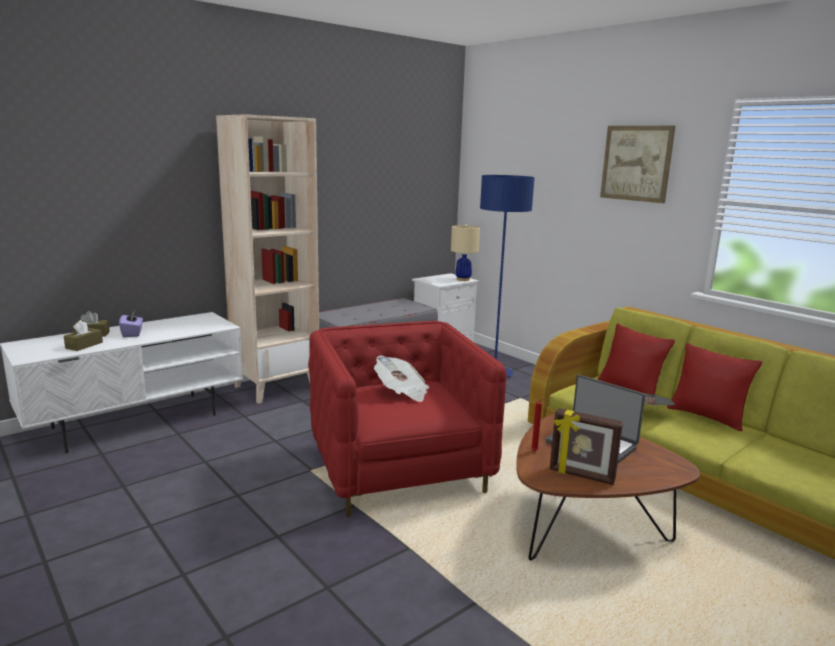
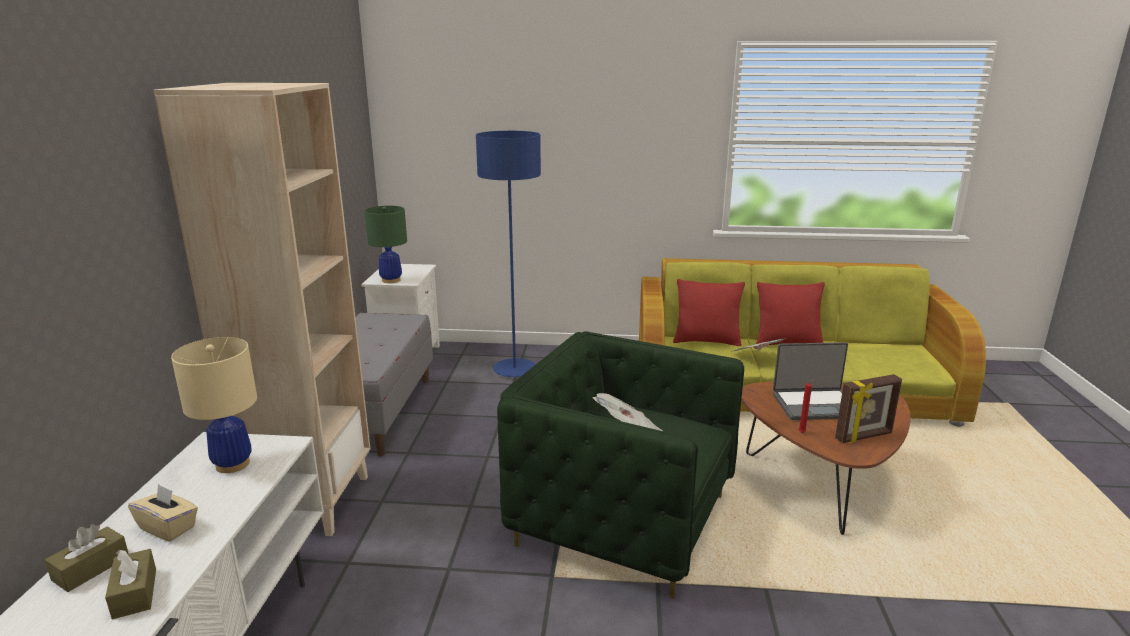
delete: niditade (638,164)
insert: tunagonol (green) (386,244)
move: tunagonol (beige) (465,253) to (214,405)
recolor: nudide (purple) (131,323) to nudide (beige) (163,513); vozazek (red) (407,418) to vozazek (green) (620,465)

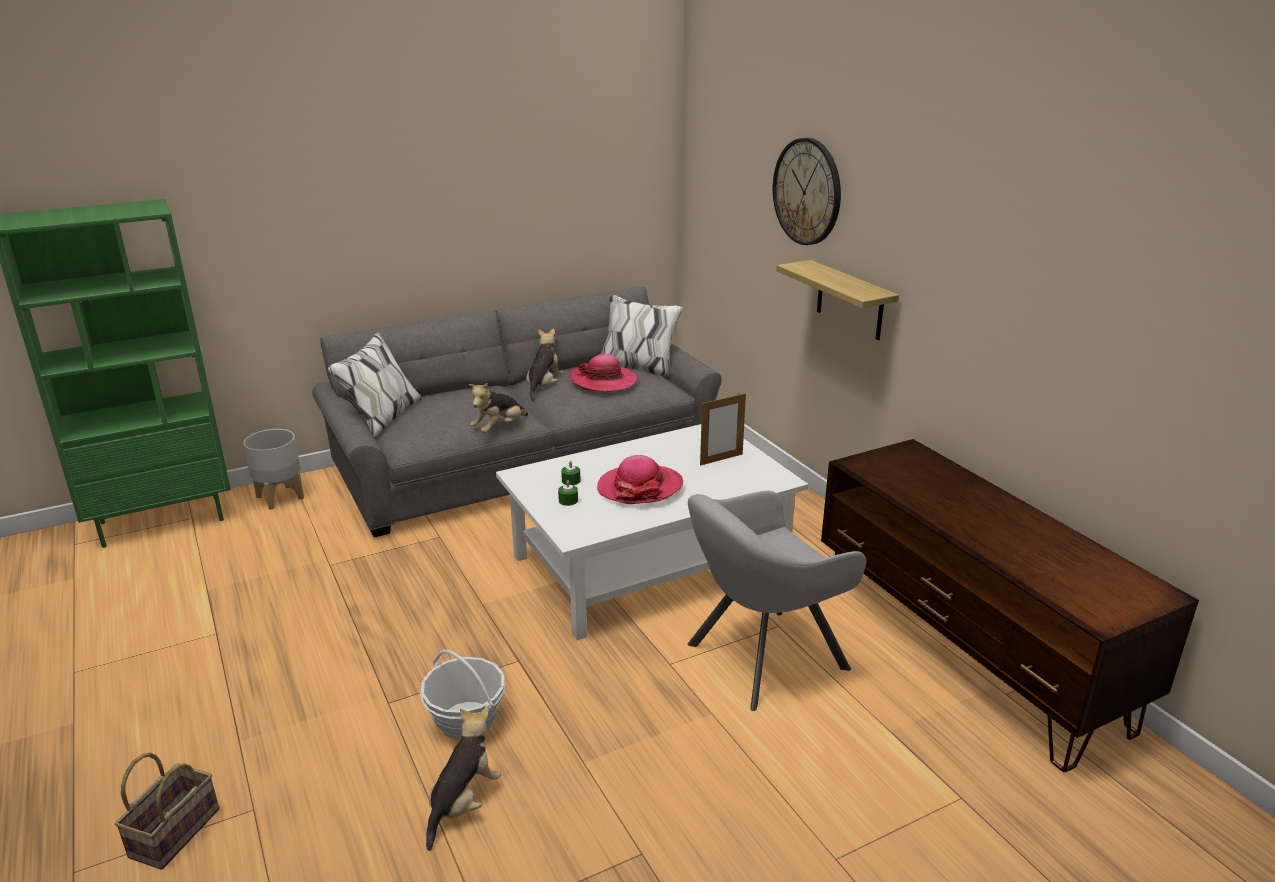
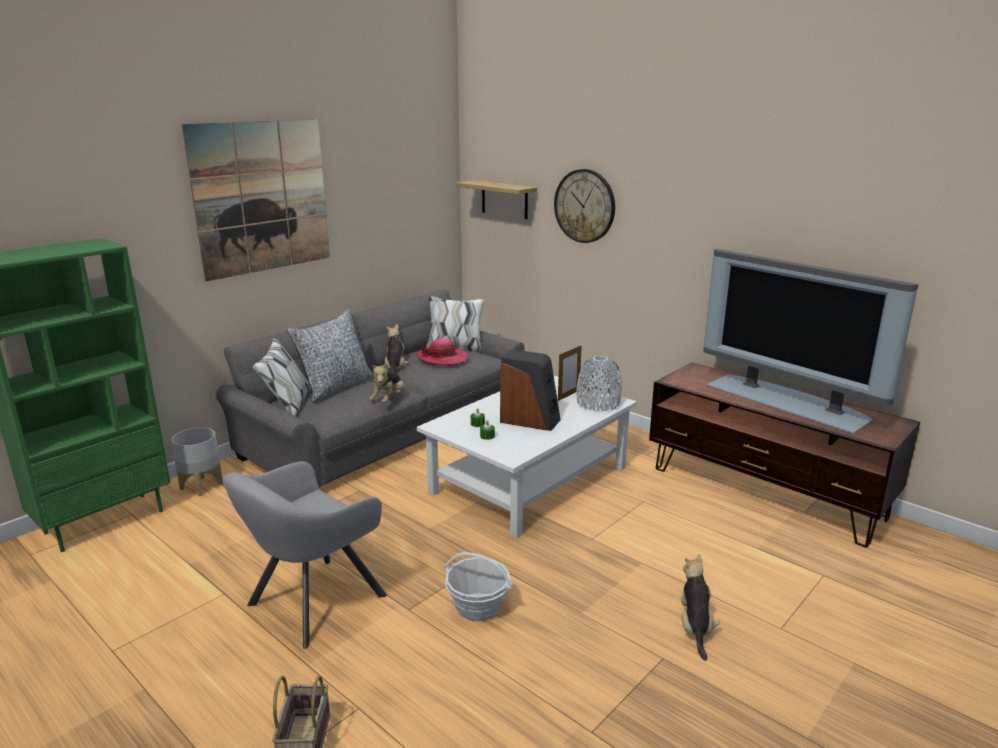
insert: niditade (256,200); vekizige (330,355); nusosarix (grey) (599,383); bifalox (810,341)
move: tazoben (463,779) to (700,607); vozazek (grey) (776,601) to (305,555); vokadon (837,300) to (496,199)
replace: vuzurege (640,479) to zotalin (530,390)

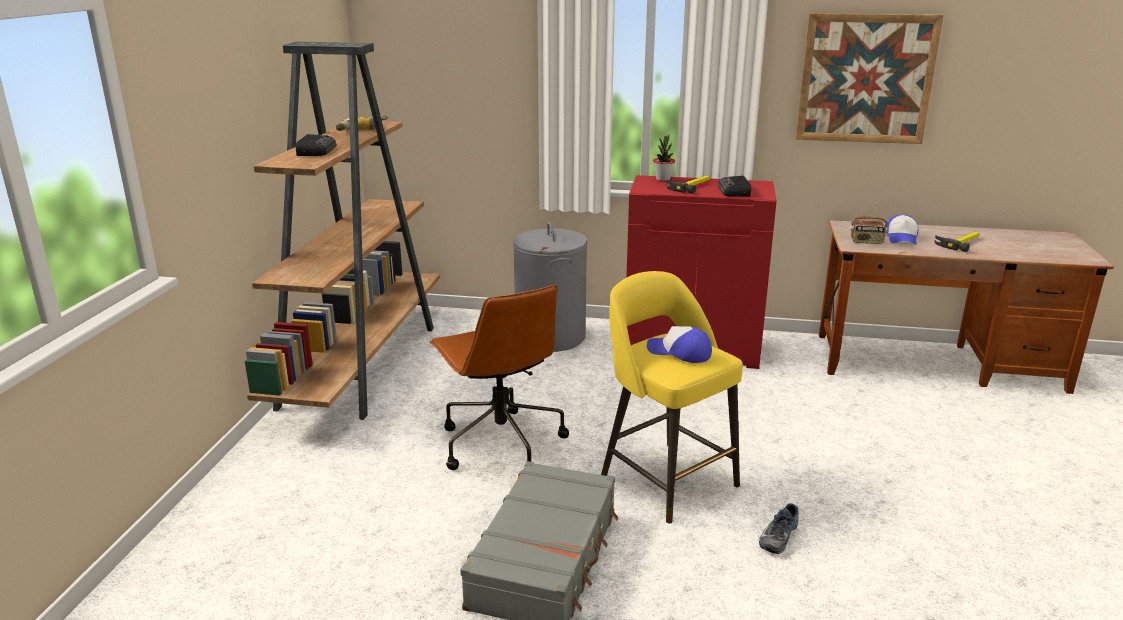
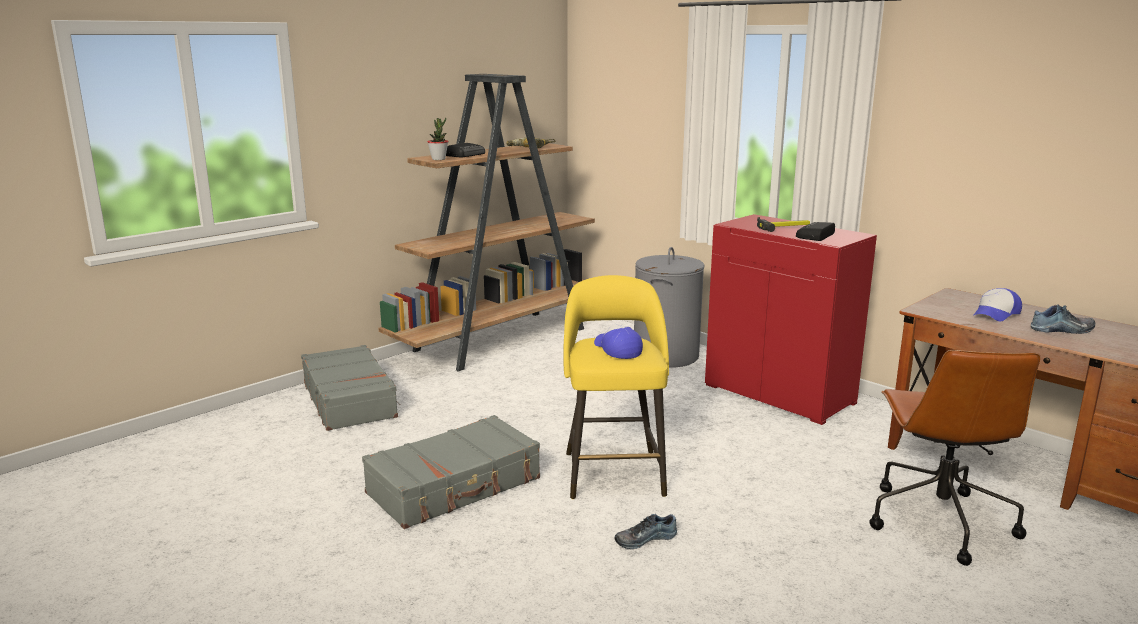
delete: niditade (869,78); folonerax (869,225)
insert: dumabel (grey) (350,388)
move: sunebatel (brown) (499,377) to (954,458); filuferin (664,158) to (437,139)
replace: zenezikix (957,242) to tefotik (1063,319)

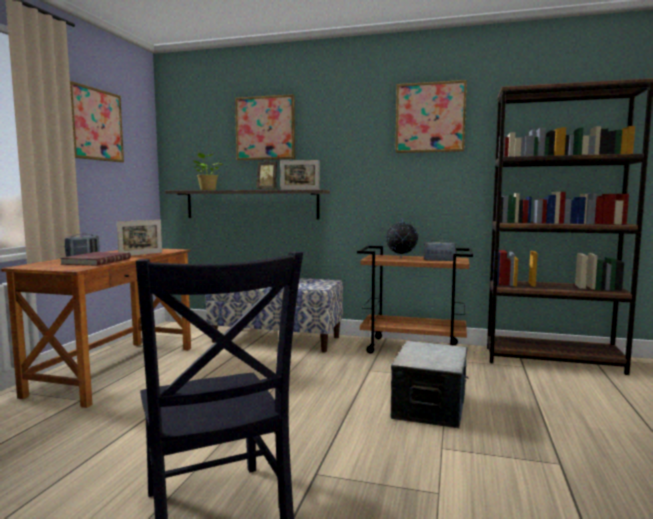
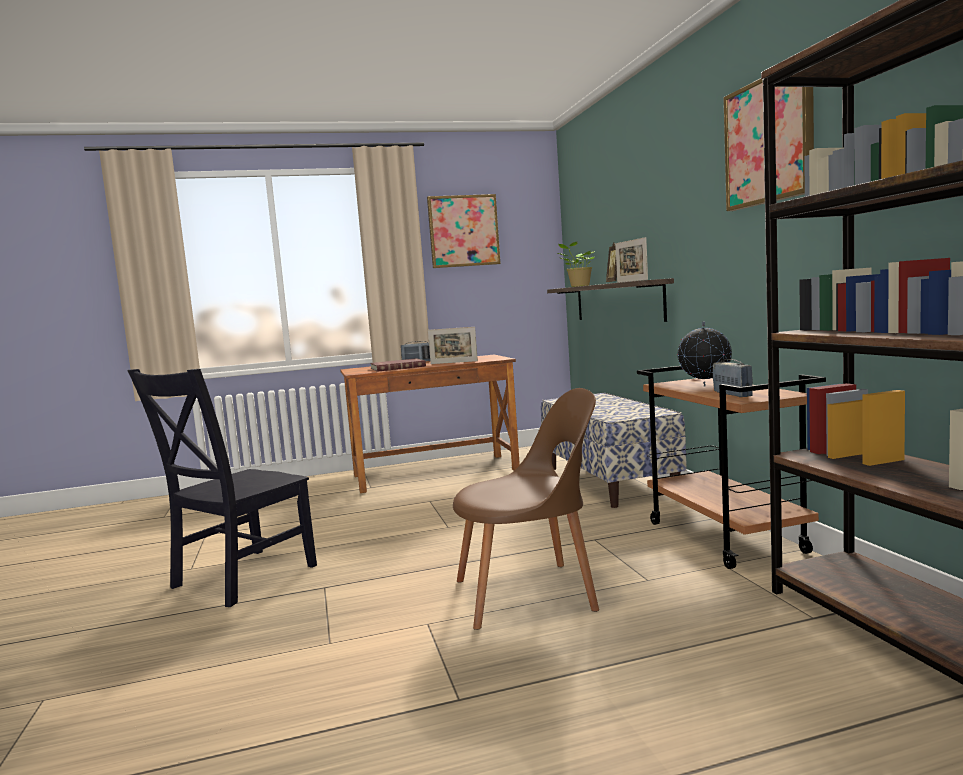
delete: niditade (265,127)
replace: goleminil (430,384) to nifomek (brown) (526,509)

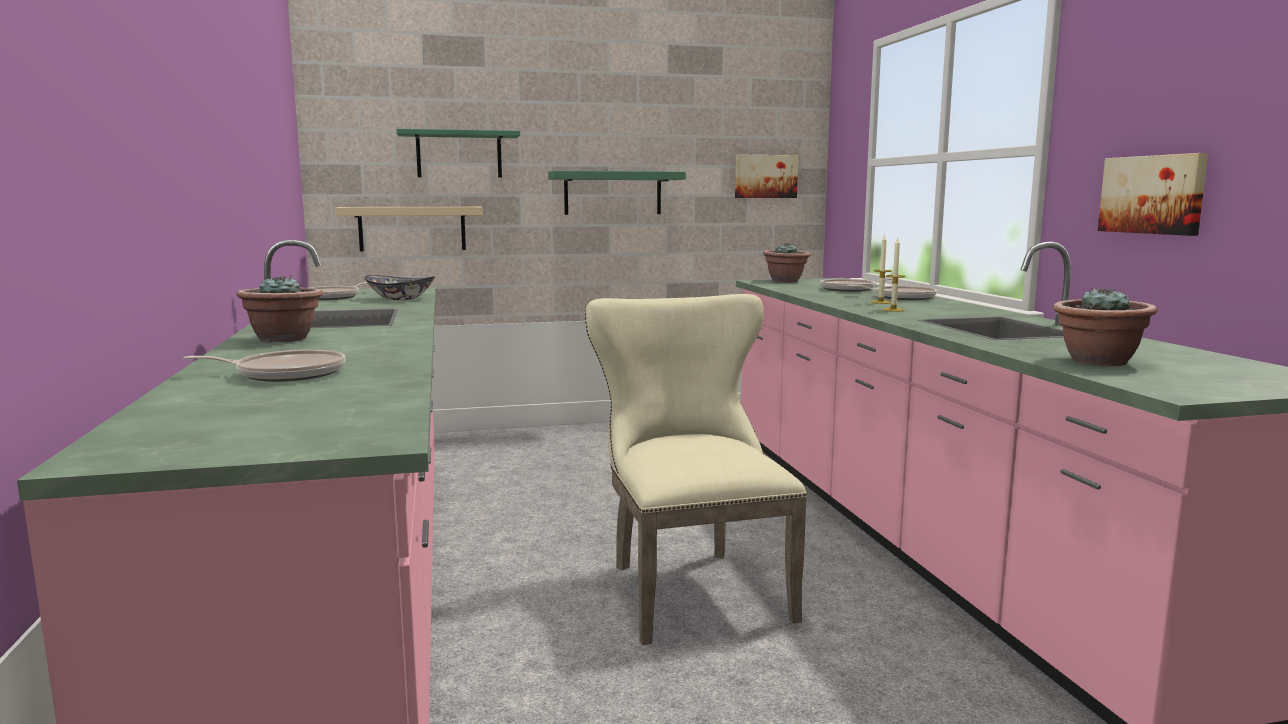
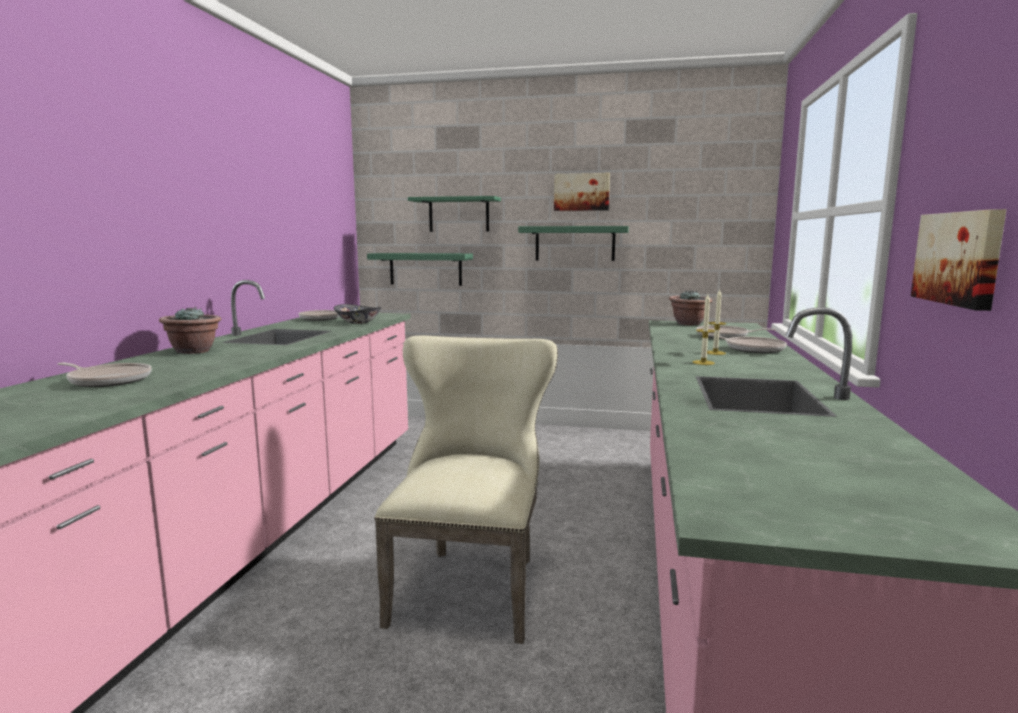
delete: filuferin (1105,326)
move: niditade (766,176) to (582,192)
recolor: vokadon (beige) (409,229) to vokadon (green) (420,269)

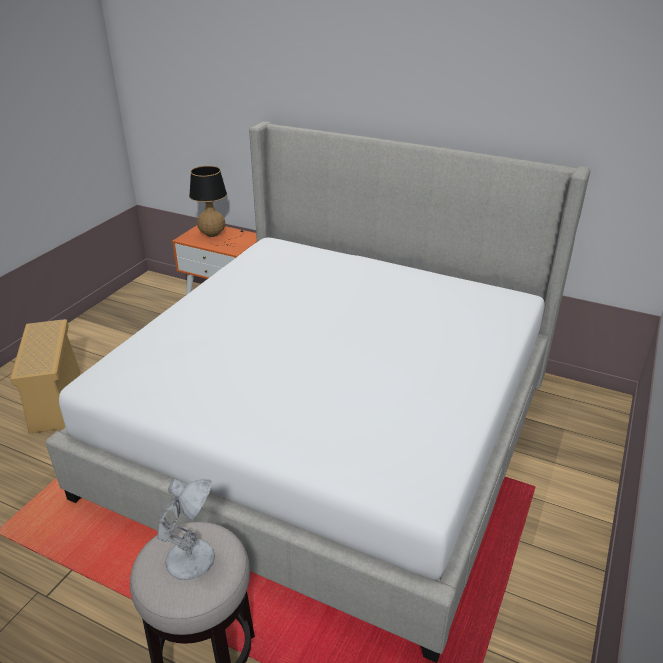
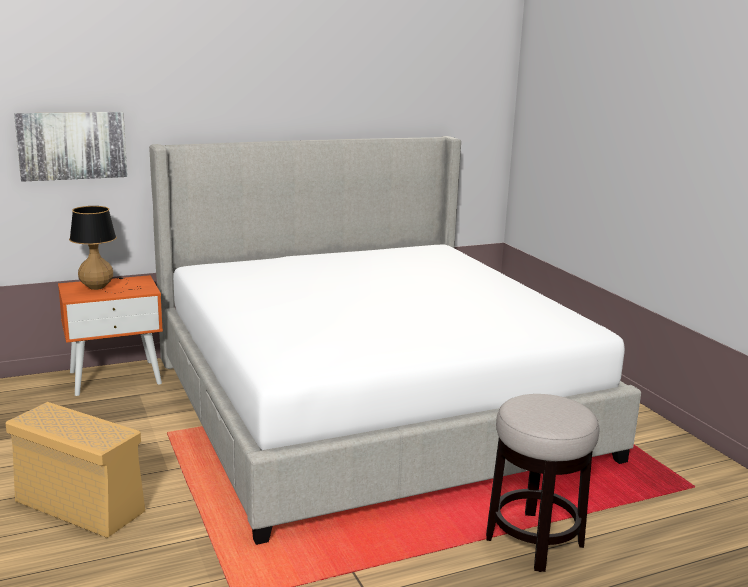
delete: tunagonol (white) (186,529)
insert: niditade (71,147)

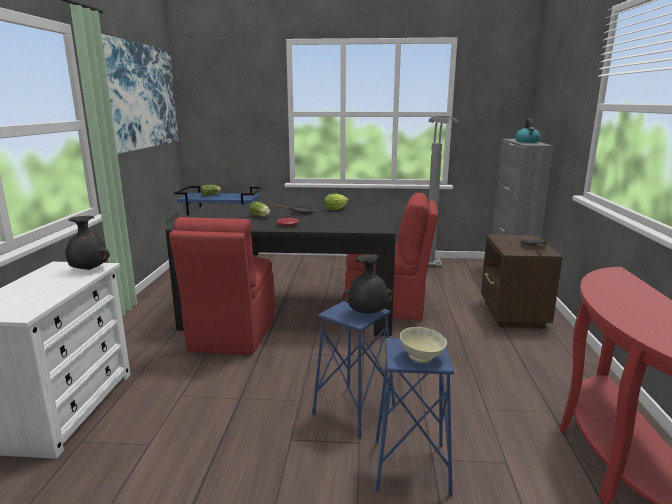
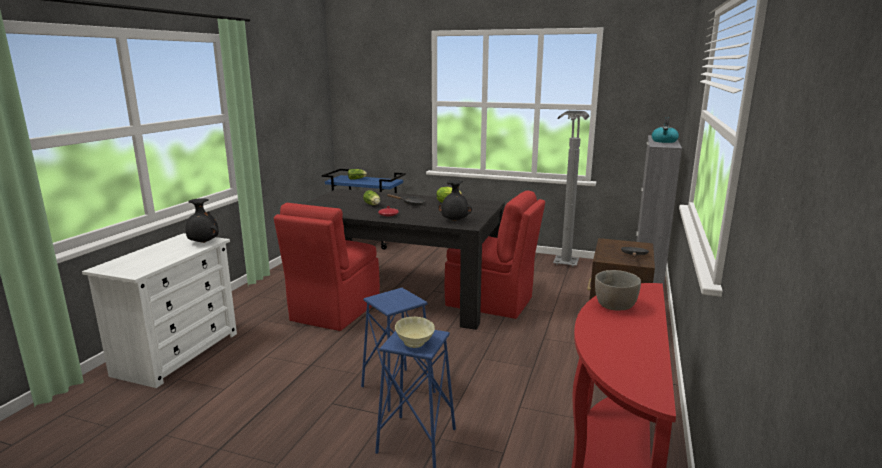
delete: niditade (140,94)
insert: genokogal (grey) (618,290)
move: nusosarix (black) (368,284) to (455,200)

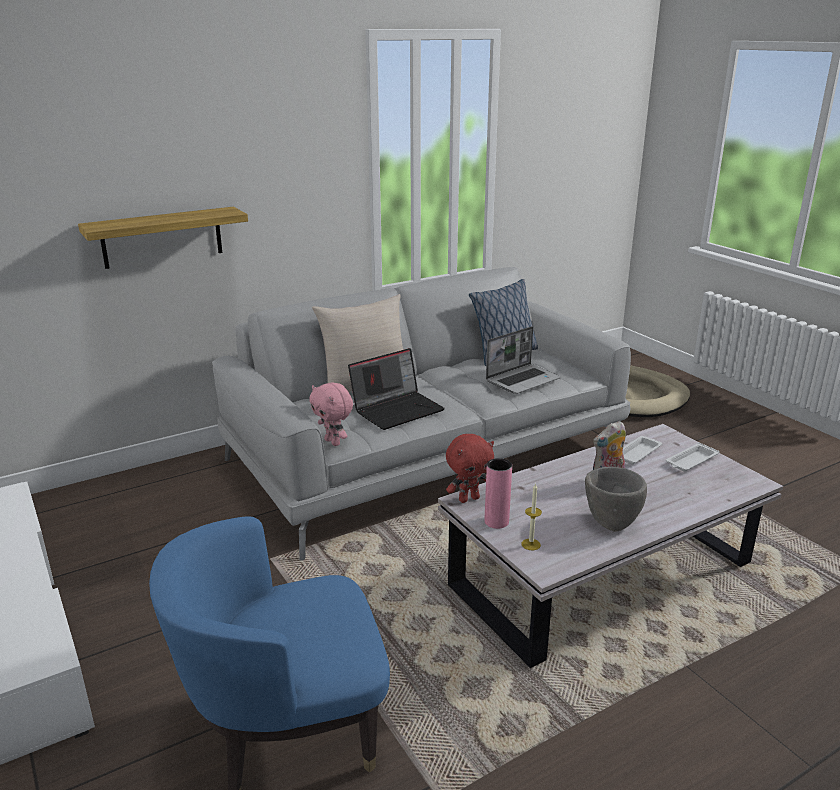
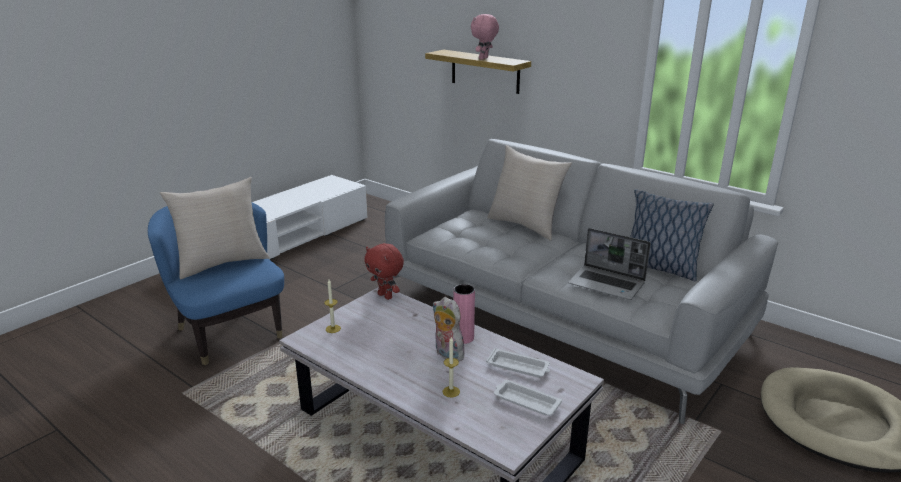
delete: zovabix (396,389); genokogal (grey) (616,499)
insert: vekizige (beige) (215,228); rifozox (451,367)
move: tazoben (pink) (331,414) to (485,37); nusosarix (pink) (498,493) to (464,314)

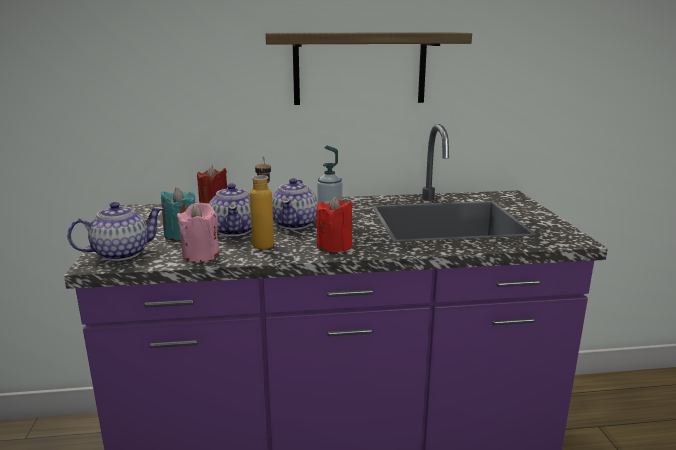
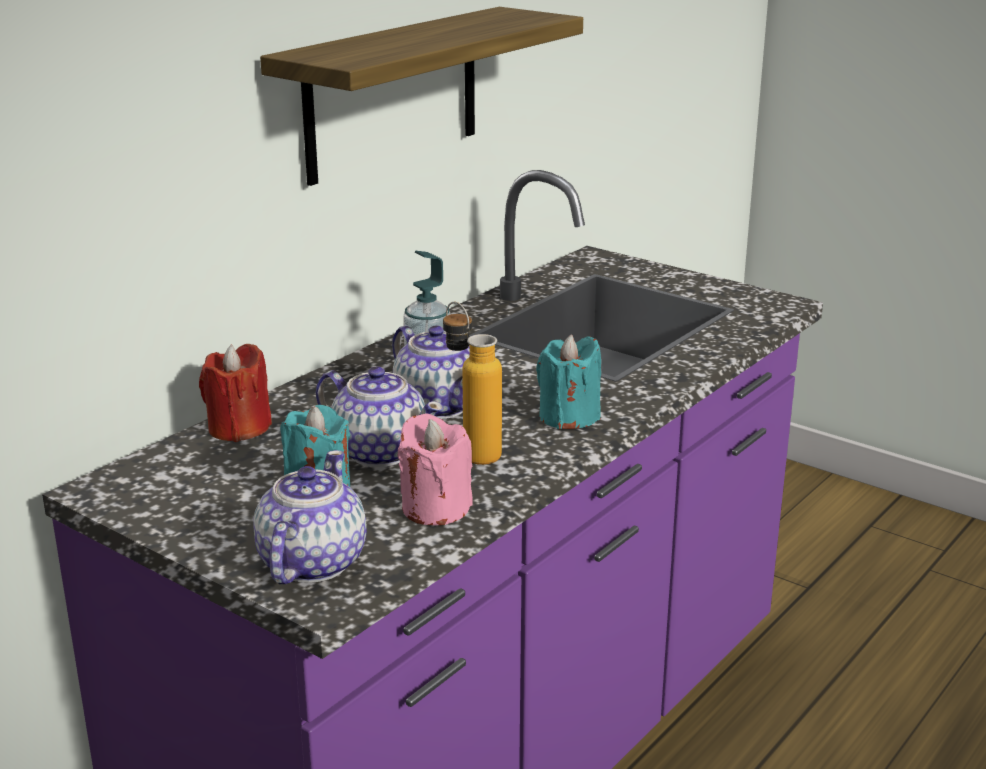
recolor: rifozox (red) (334,224) to rifozox (turquoise) (568,382)

